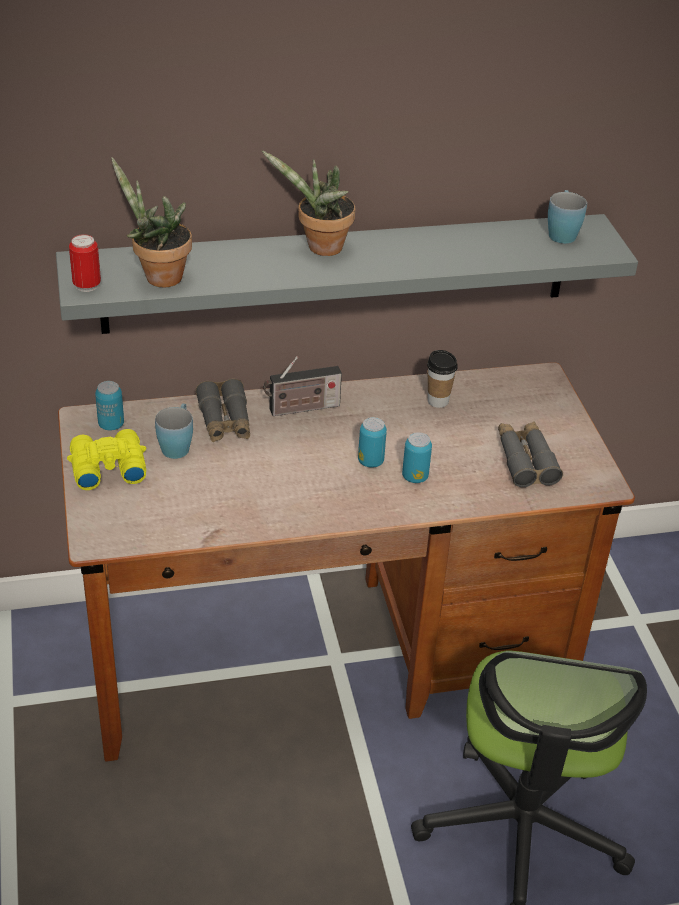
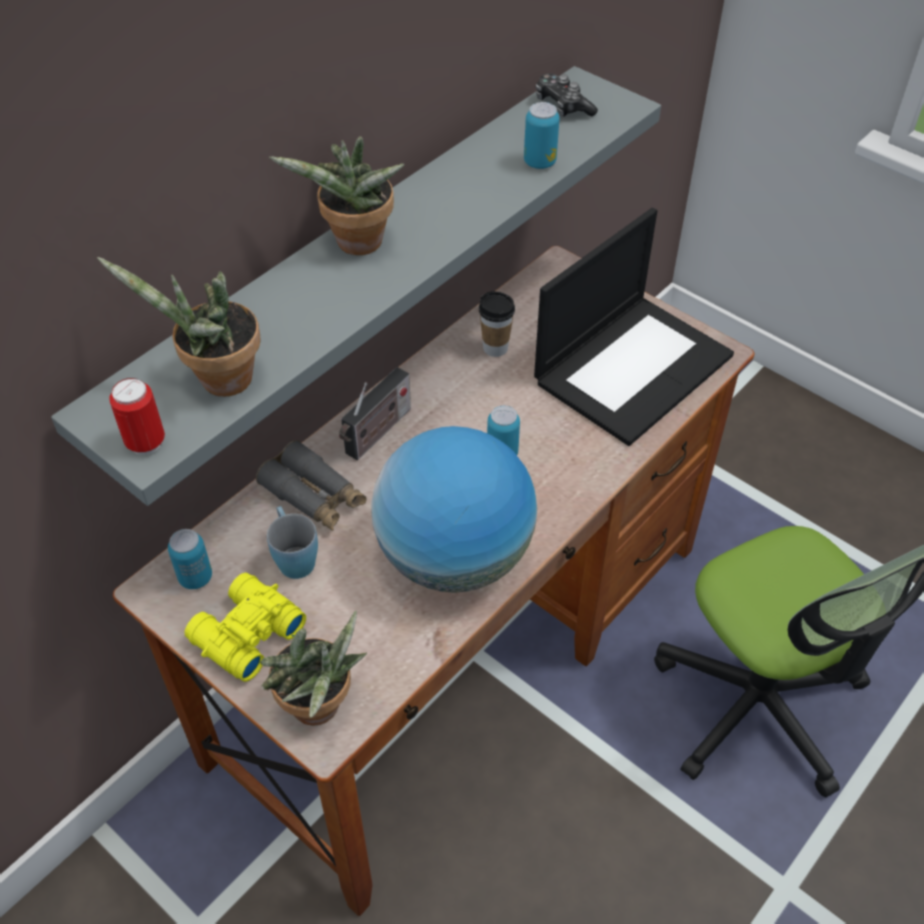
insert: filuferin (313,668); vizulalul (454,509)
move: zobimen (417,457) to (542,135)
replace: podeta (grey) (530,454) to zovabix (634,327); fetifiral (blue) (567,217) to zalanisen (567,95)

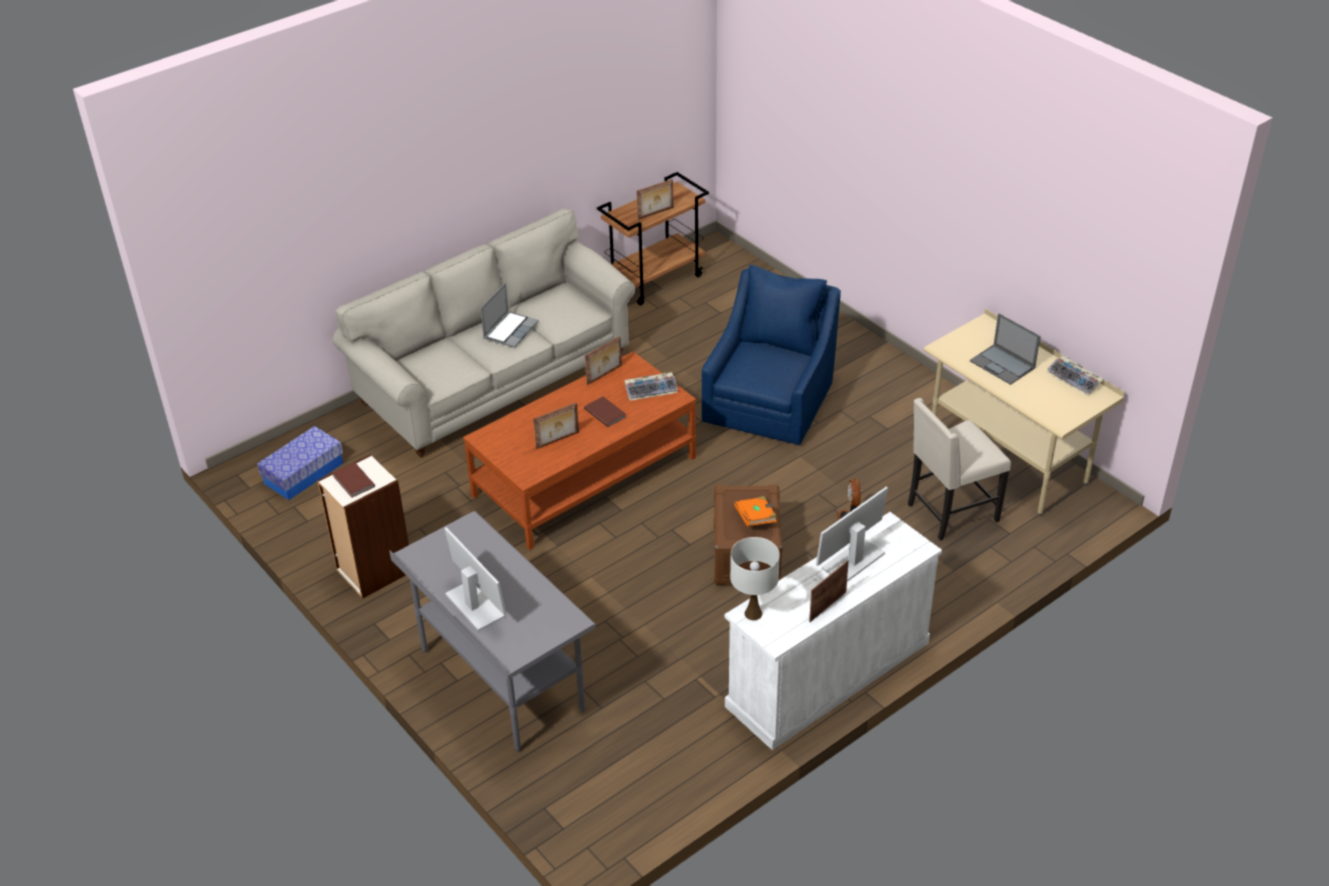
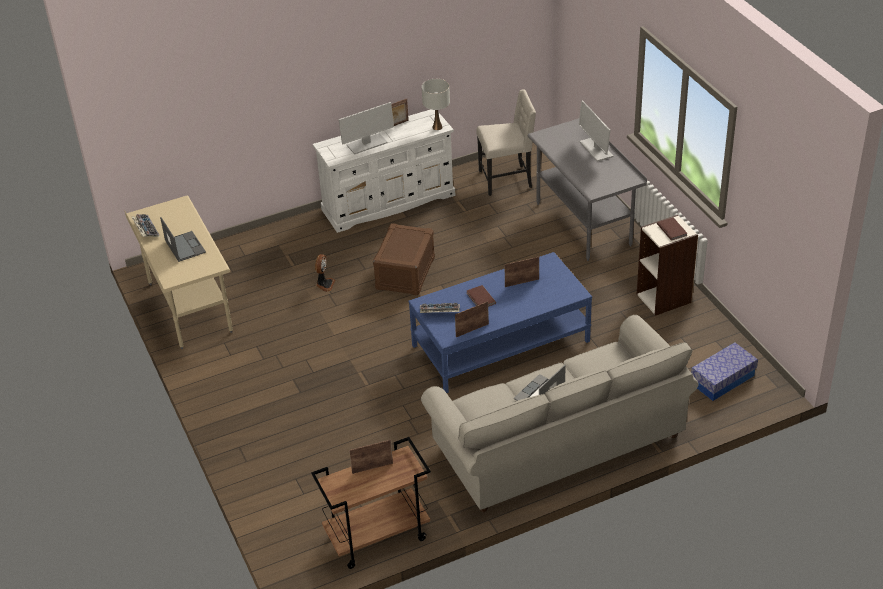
delete: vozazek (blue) (771,355); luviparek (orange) (755,511)
move: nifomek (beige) (959,469) to (506,142)
recolor: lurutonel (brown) (579,451) to lurutonel (blue) (500,322)

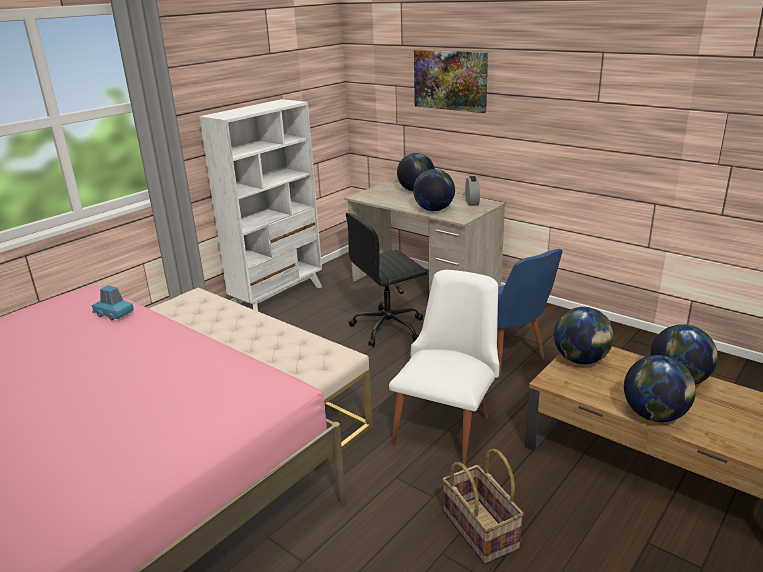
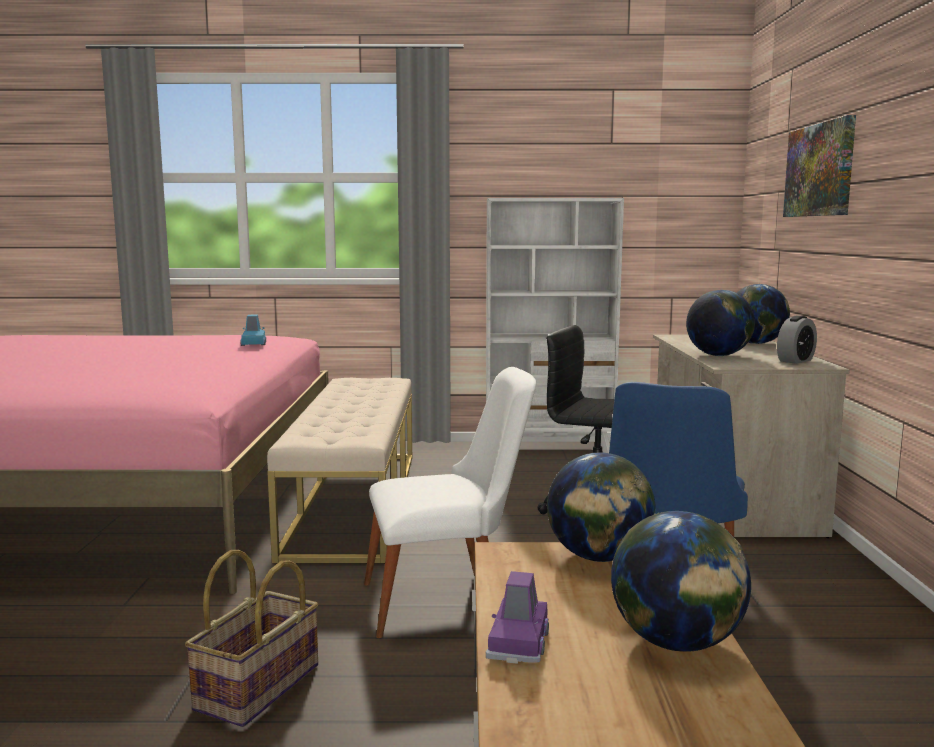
replace: vizulalul (660,388) to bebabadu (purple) (517,617)

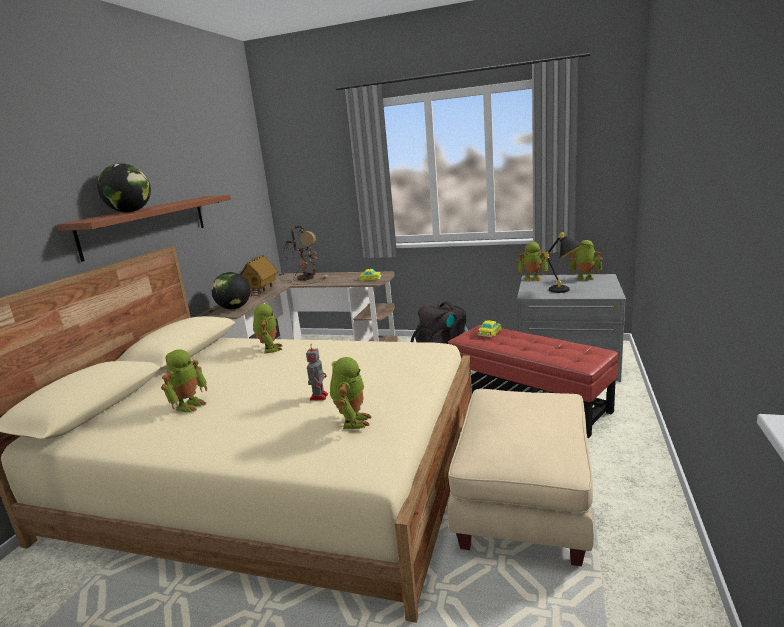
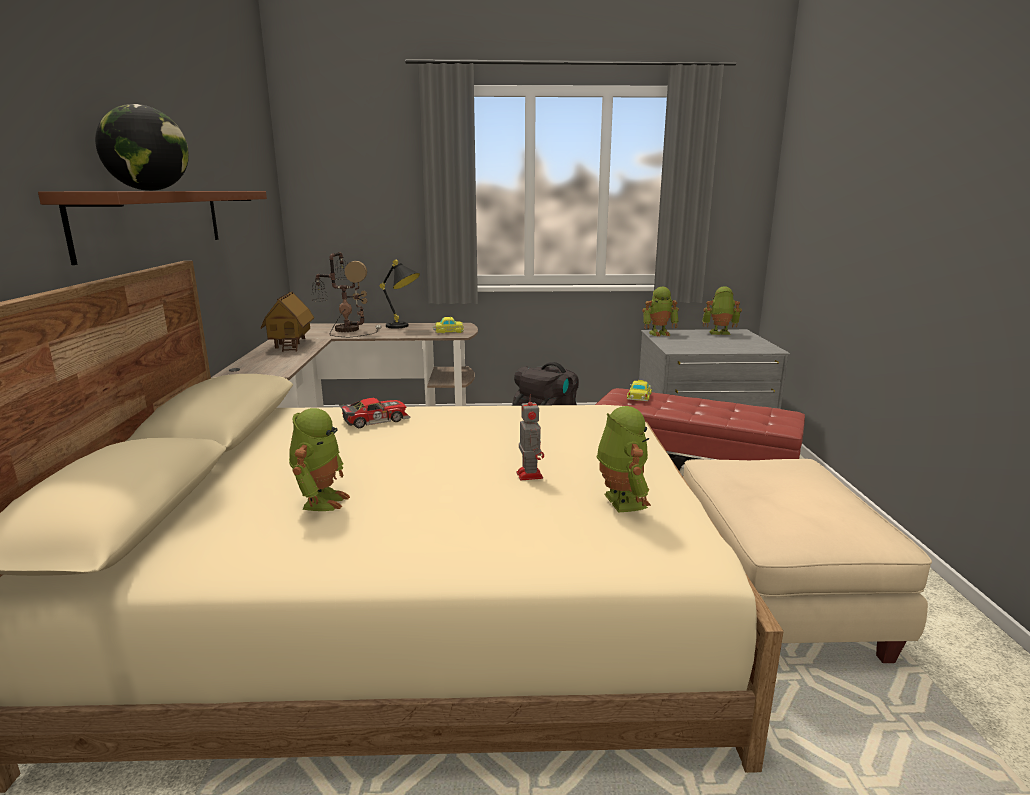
delete: vizulalul (230,290)
move: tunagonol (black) (564,262) to (400,294)
replace: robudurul (268,329) to bebabadu (375,413)

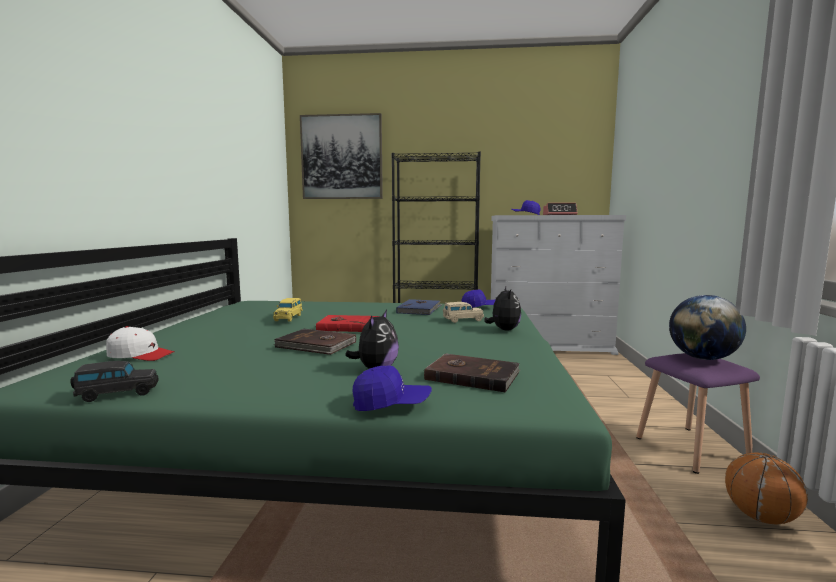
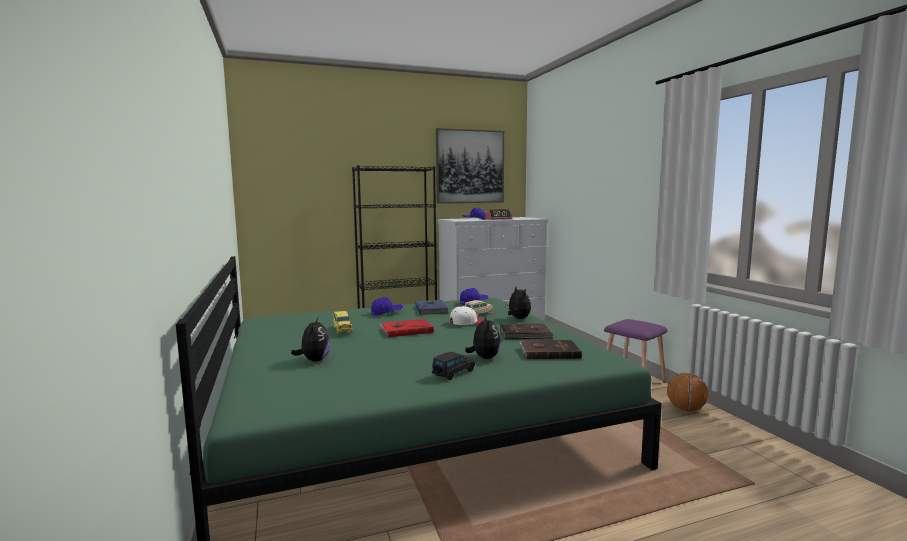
delete: vizulalul (707,327)
insert: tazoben (310,339)
move: bebabadu (black) (114,381) to (453,366); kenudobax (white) (140,343) to (467,315); luviparek (brown) (315,342) to (527,331); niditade (341,156) to (470,165); kenudobax (blue) (392,388) to (387,306)

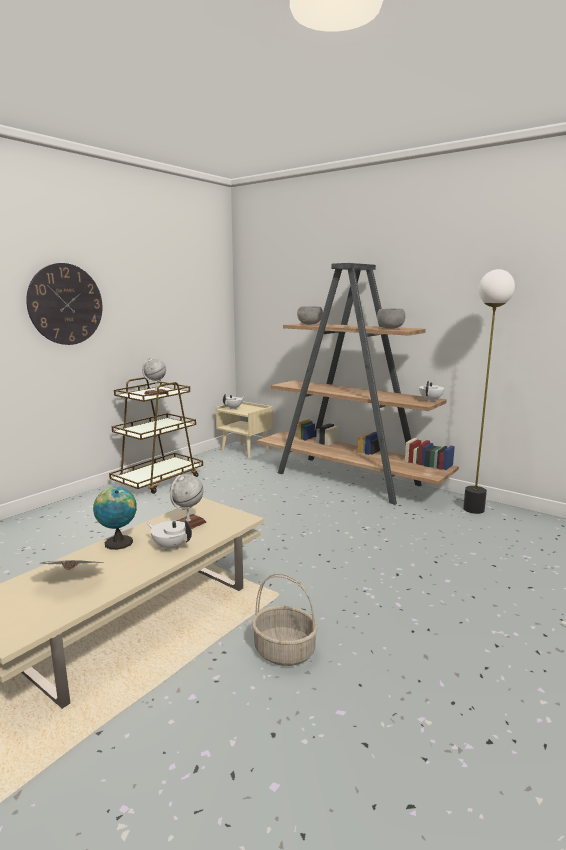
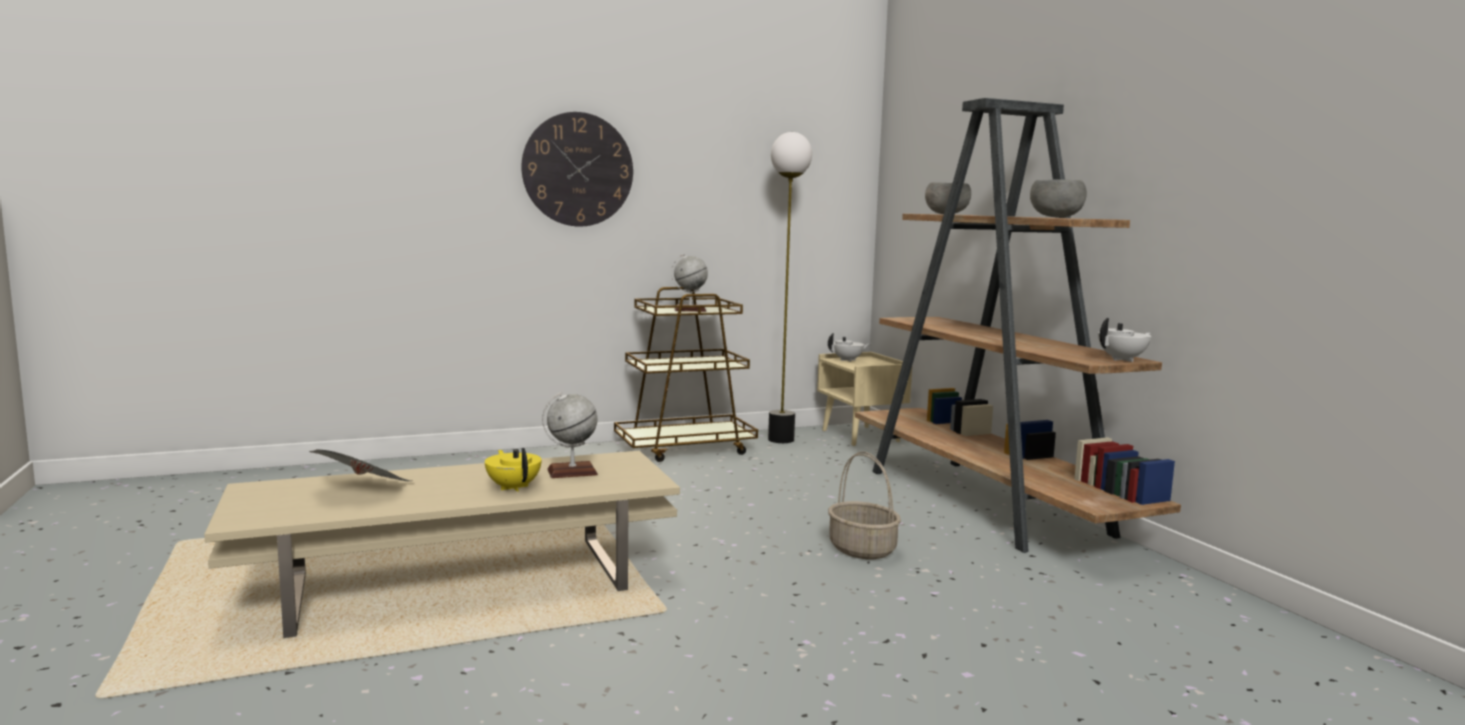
delete: vizulalul (115,518)
move: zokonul (285,619) to (864,505); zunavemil (489,391) to (790,287)
recolor: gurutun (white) (169,535) to gurutun (yellow) (513,470)

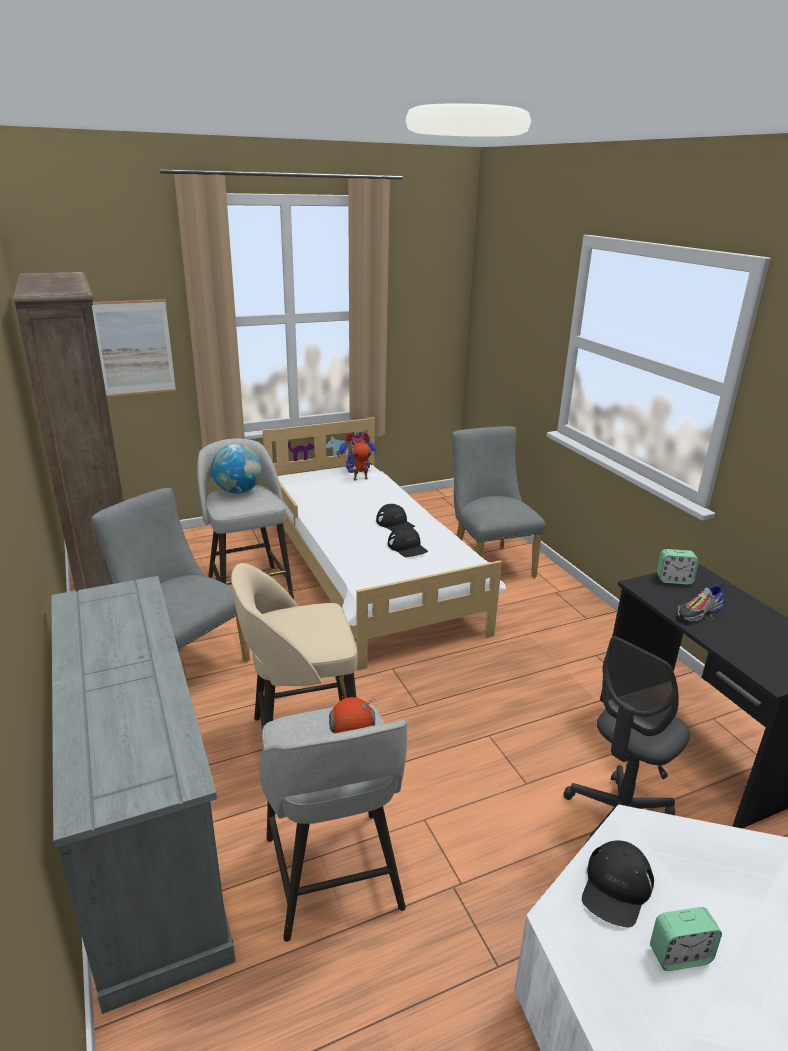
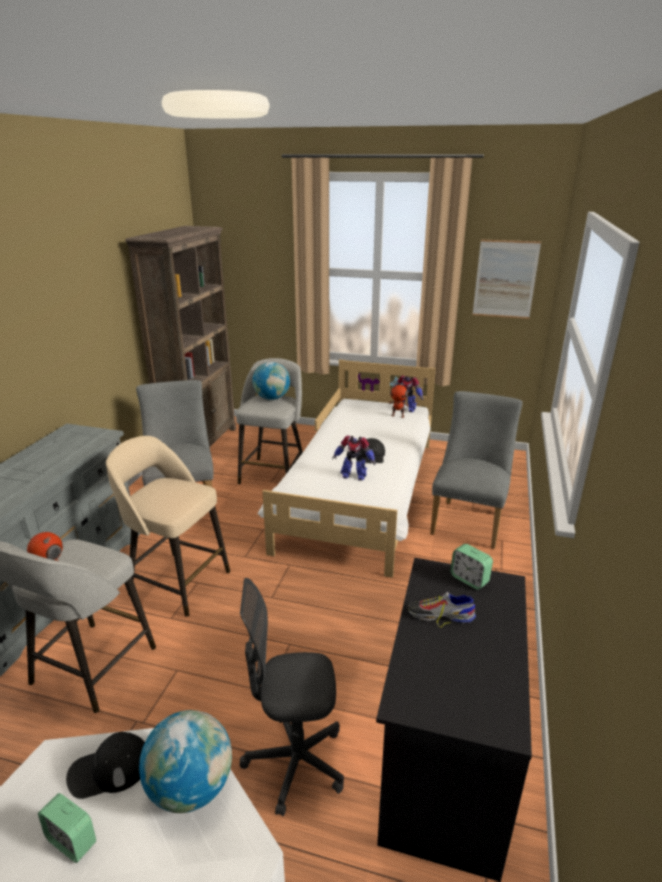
insert: vizulalul (185,761)
move: niditade (134,348) to (507,279)
replace: kenudobax (black) (408,541) to robudurul (354,458)

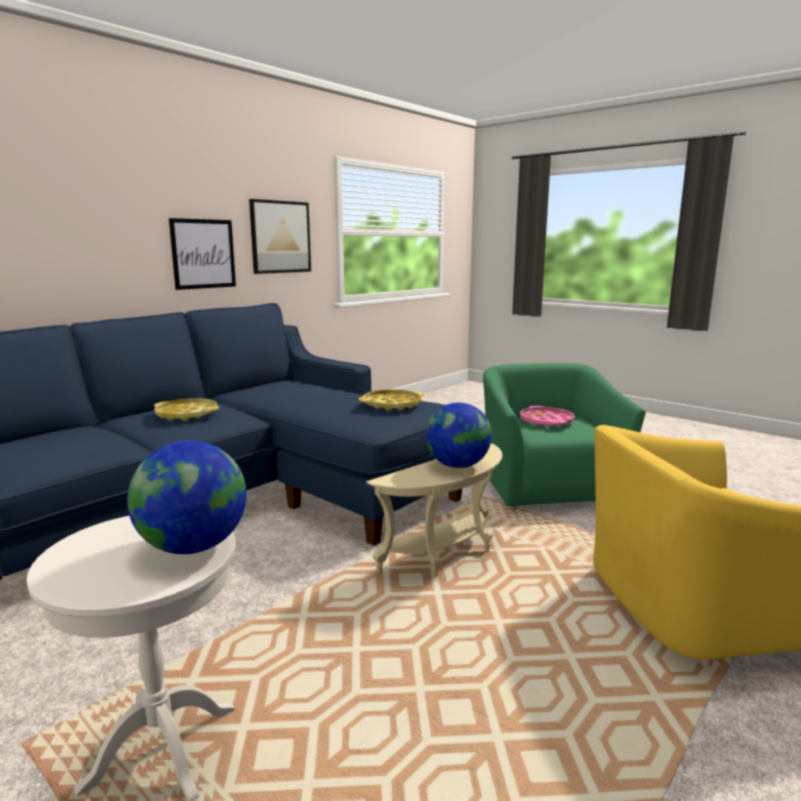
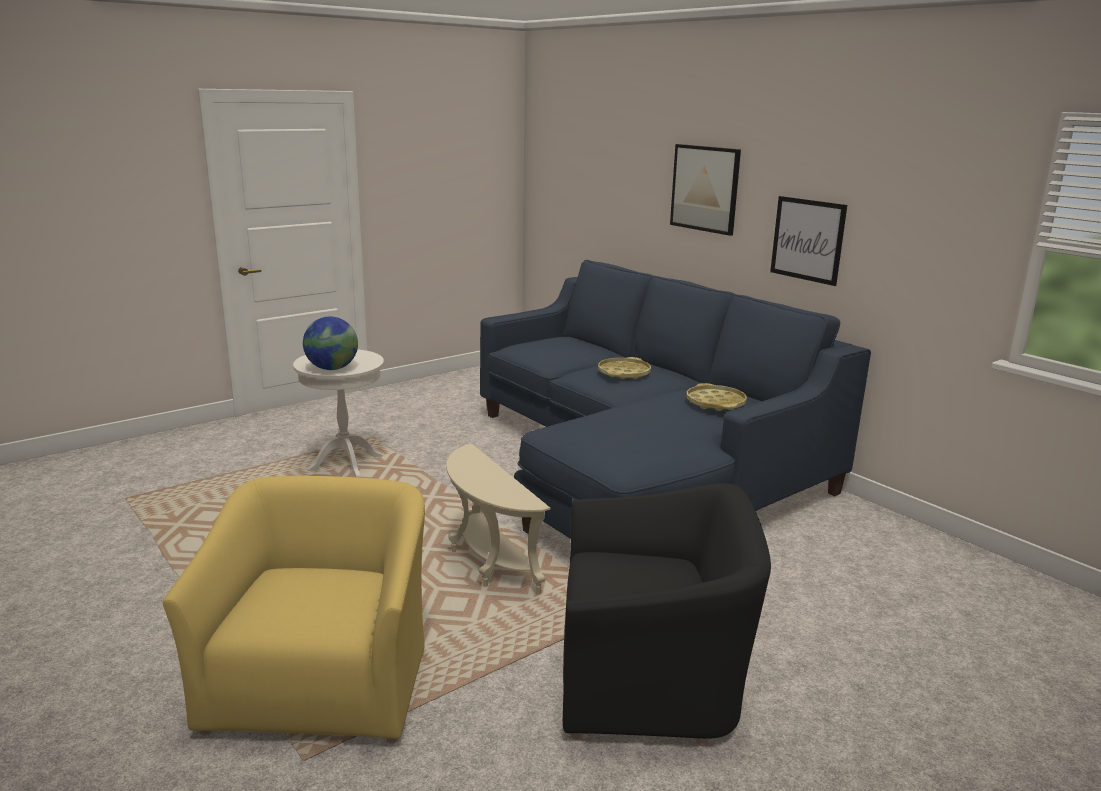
delete: vizulalul (459,435); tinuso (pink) (547,416)
move: niditade (280,236) to (705,190); tinuso (yellow) (391,399) to (716,397)
recolor: vozazek (green) (564,436) to vozazek (black) (667,615)

